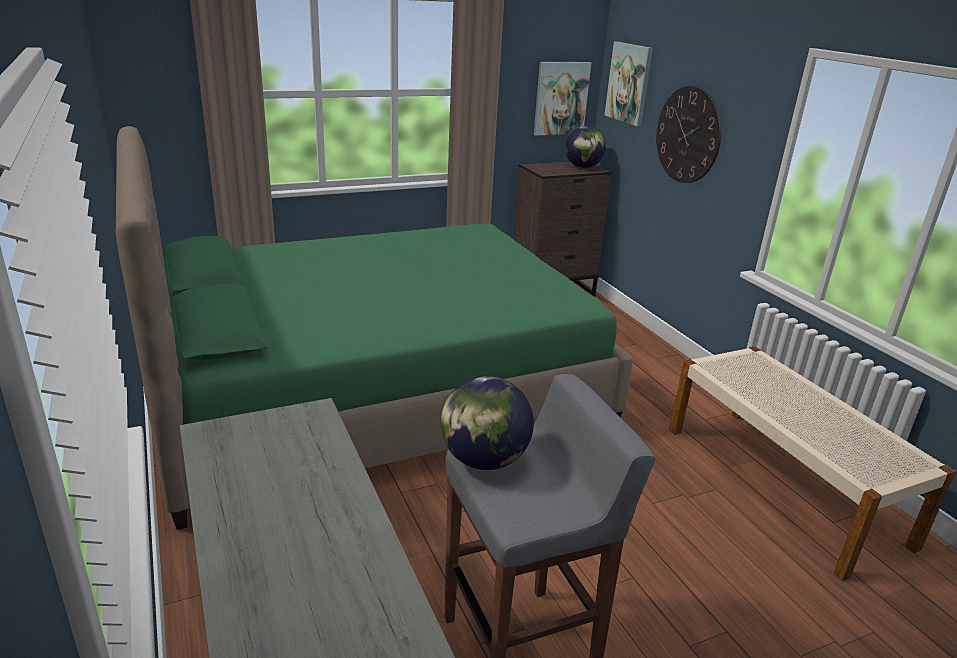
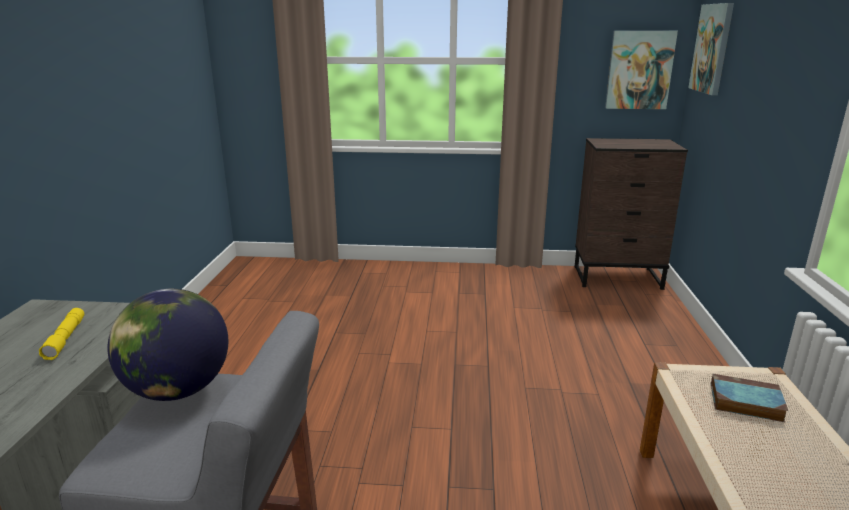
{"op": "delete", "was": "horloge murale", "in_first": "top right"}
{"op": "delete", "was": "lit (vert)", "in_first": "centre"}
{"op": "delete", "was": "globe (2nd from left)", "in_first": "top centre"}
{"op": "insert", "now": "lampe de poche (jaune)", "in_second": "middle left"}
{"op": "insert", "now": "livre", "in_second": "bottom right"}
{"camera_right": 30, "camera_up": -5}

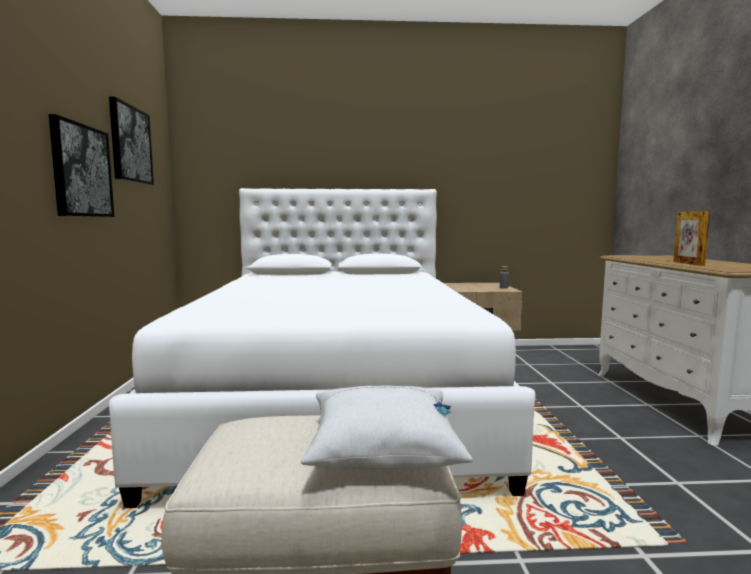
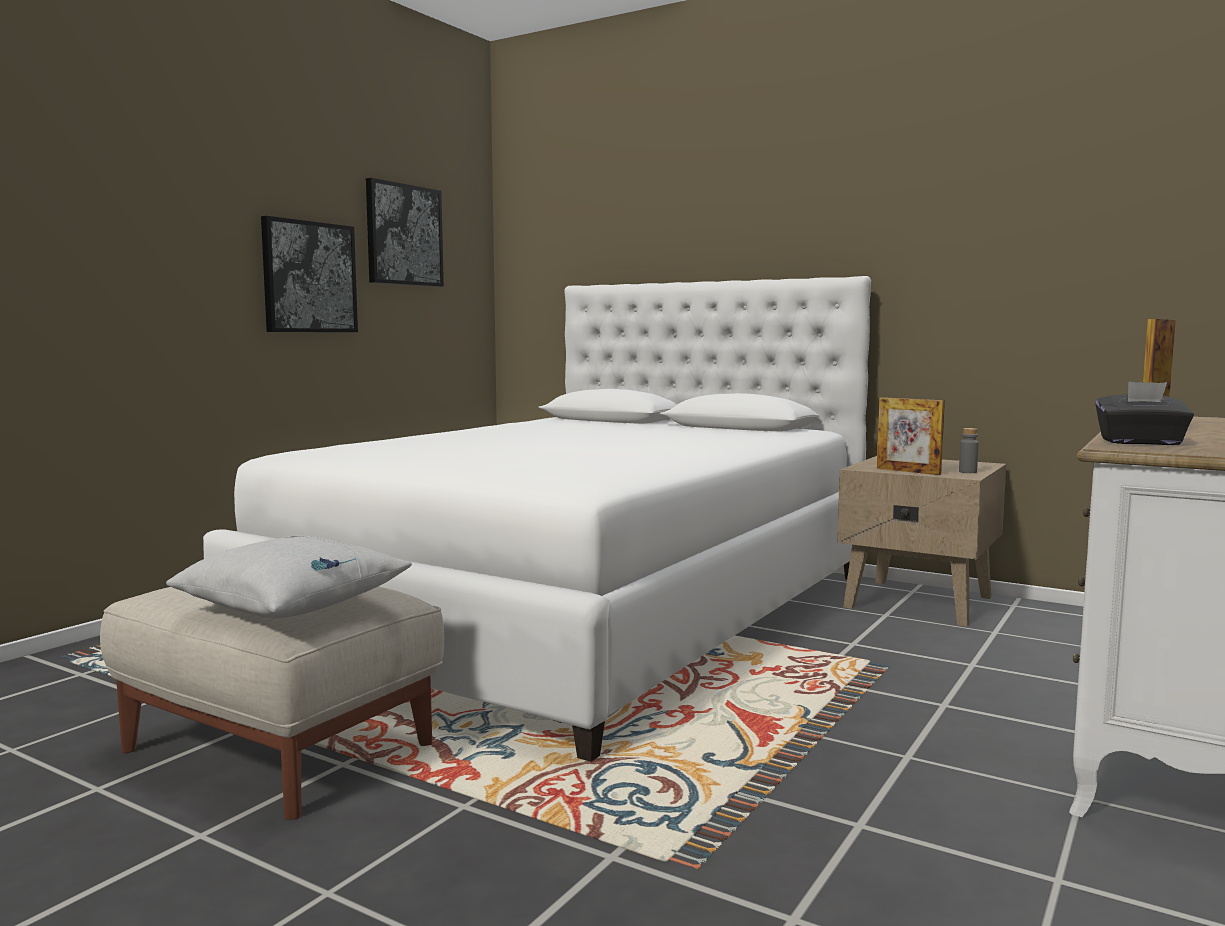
{"op": "insert", "now": "boîte à mouchoirs (noir)", "in_second": "middle right"}
{"op": "insert", "now": "cadre photo (1st from left)", "in_second": "middle right"}
{"camera_right": 35, "camera_up": 0}

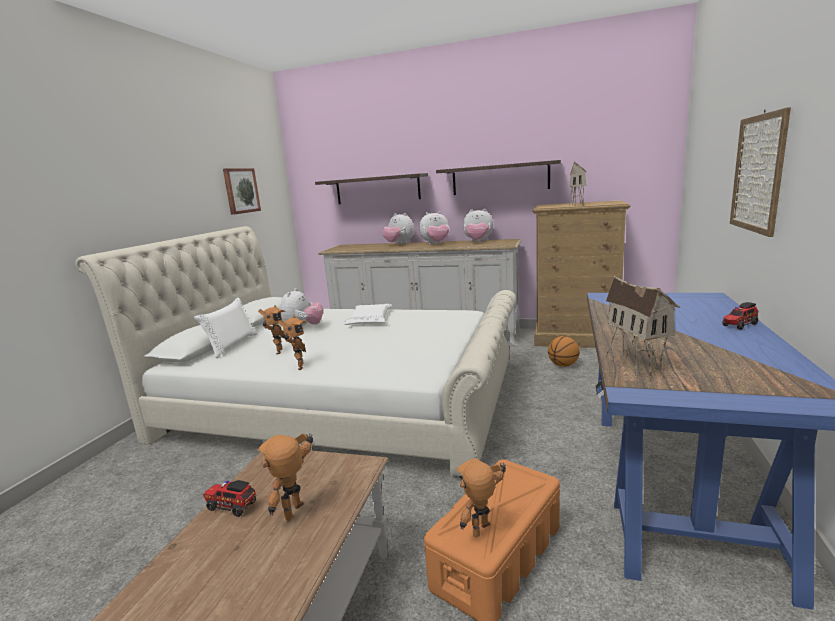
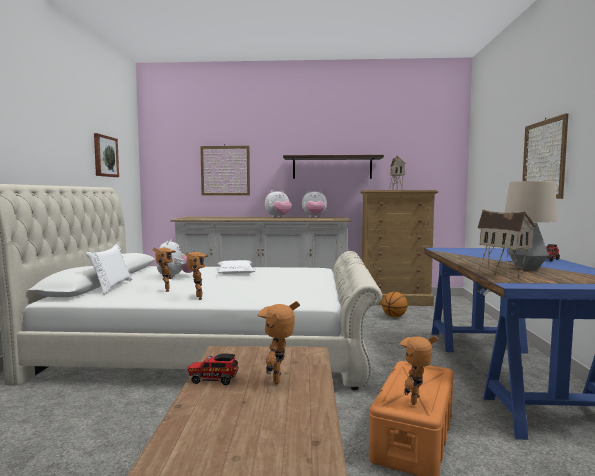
{"op": "replace", "was": "étagère (1st from left)", "now": "tableau (2nd from left)", "in_first": "top centre", "in_second": "centre"}
{"op": "delete", "was": "peluche (2nd from left)", "in_first": "centre"}
{"op": "insert", "now": "lampe de table", "in_second": "middle right"}
{"camera_right": -15, "camera_up": -10}

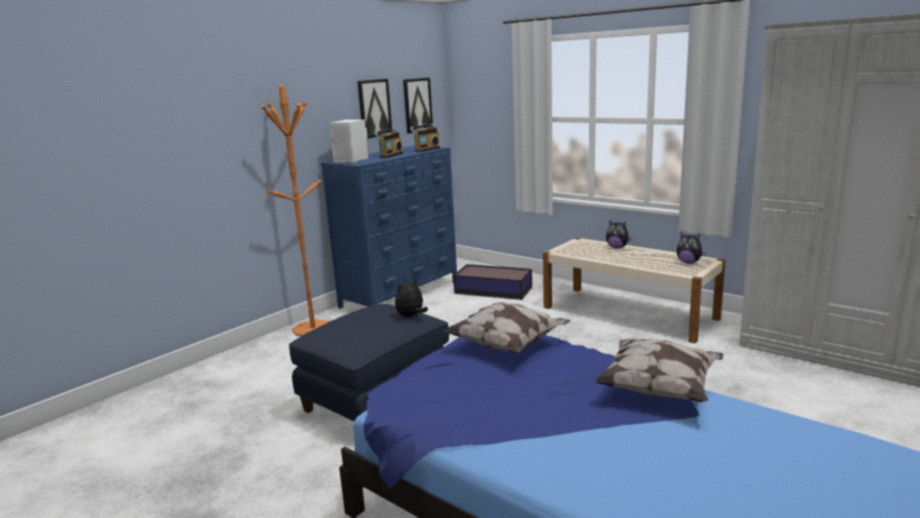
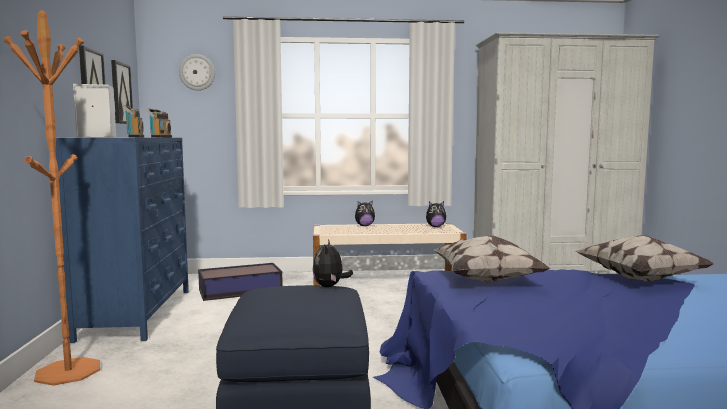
{"op": "insert", "now": "horloge murale", "in_second": "top left"}
{"camera_right": -45, "camera_up": -10}

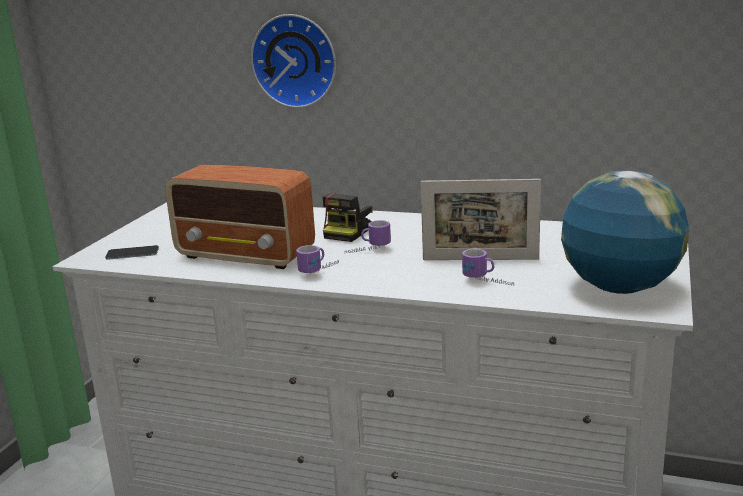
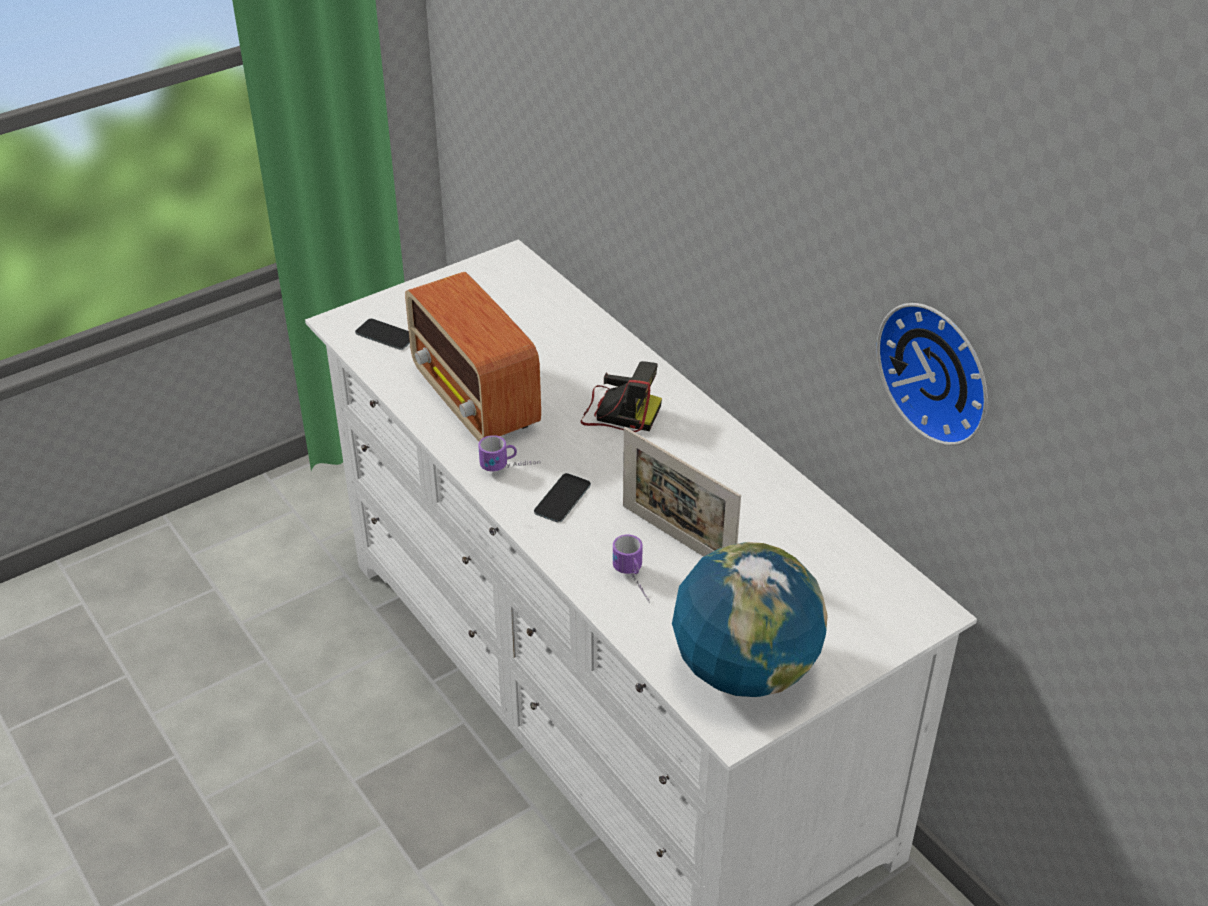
{"op": "move", "was": "horloge murale", "in_first": "top centre", "in_second": "middle right"}
{"op": "rotate", "was": "appareil photo", "in_first": "centre", "in_second": "centre", "clockwise": -135}
{"op": "delete", "was": "mug (2nd from left)", "in_first": "centre"}
{"op": "insert", "now": "téléphone (2nd from left)", "in_second": "centre"}
{"camera_right": 35, "camera_up": 20}

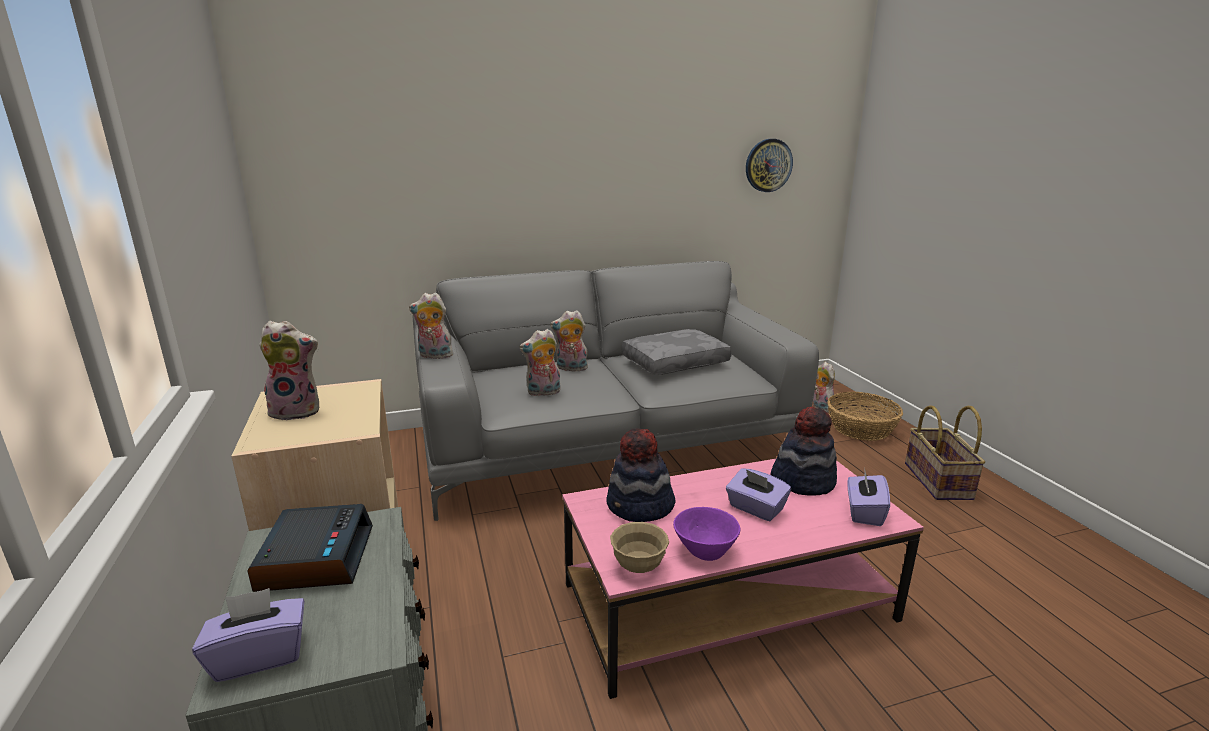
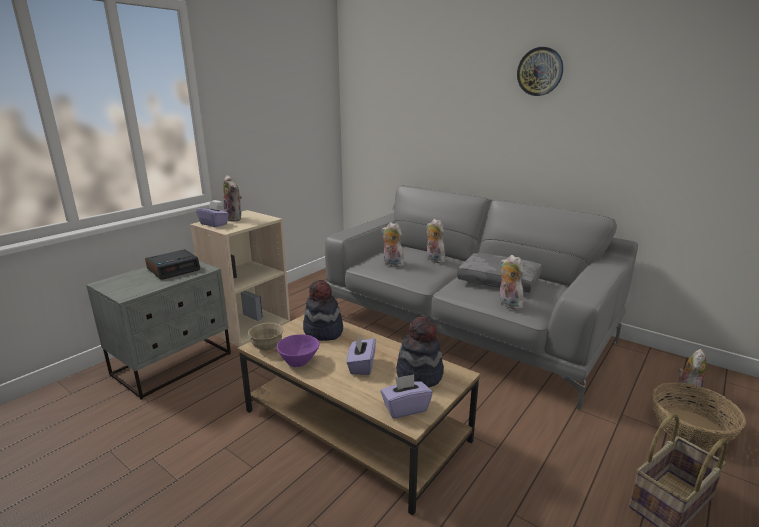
{"op": "move", "was": "horloge murale", "in_first": "top centre", "in_second": "top right"}
{"op": "move", "was": "peluche (2nd from left in the first image)", "now": "peluche (4th from left)", "in_first": "centre", "in_second": "middle right"}
{"op": "recolor", "was": "table basse (rose)", "now": "table basse (marron)", "in_first": "bottom centre", "in_second": "bottom centre"}
{"op": "move", "was": "boîte à mouchoirs (violet) (1st from left)", "in_first": "bottom left", "in_second": "middle left"}
{"camera_right": 55, "camera_up": 0}

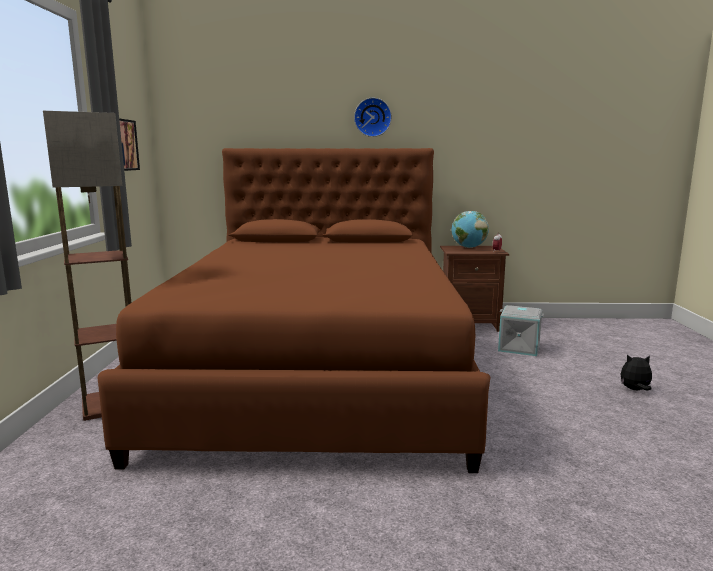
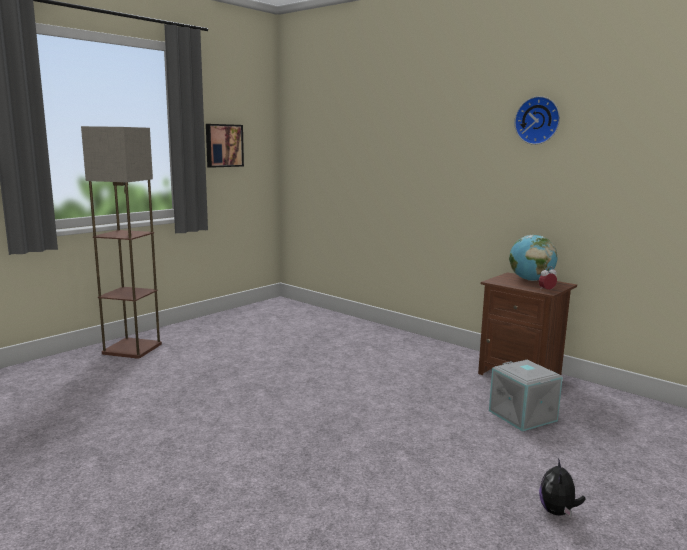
{"op": "move", "was": "horloge murale", "in_first": "top centre", "in_second": "top right"}
{"op": "delete", "was": "lit (marron)", "in_first": "centre"}
{"op": "rotate", "was": "peluche", "in_first": "middle right", "in_second": "bottom right", "clockwise": -120}
{"camera_right": 40, "camera_up": 0}

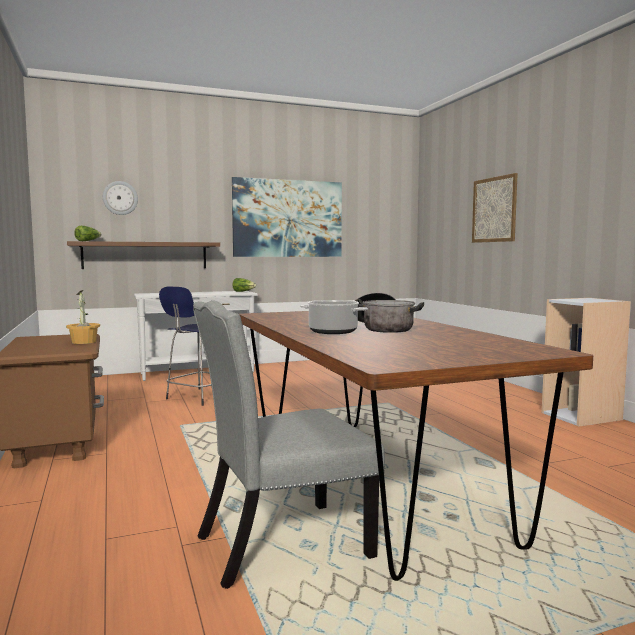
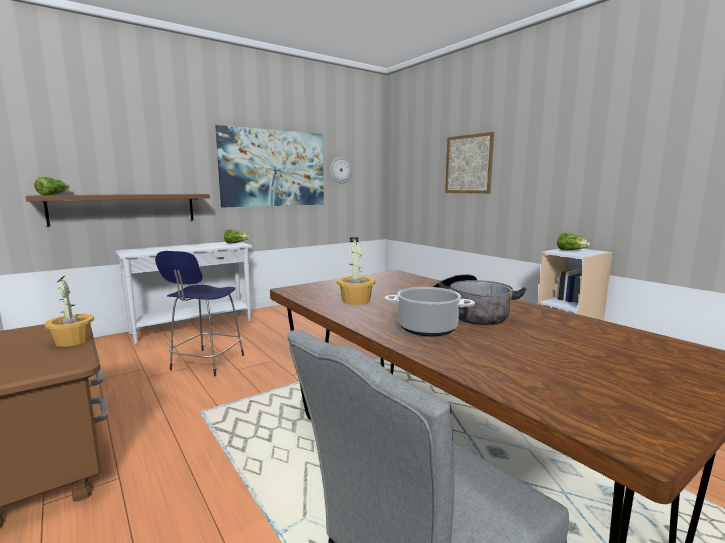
{"op": "move", "was": "horloge murale", "in_first": "top left", "in_second": "top centre"}
{"op": "insert", "now": "laitue (3rd from left)", "in_second": "middle right"}
{"op": "insert", "now": "plante en pot (2nd from left)", "in_second": "centre"}
{"camera_right": -15, "camera_up": 5}

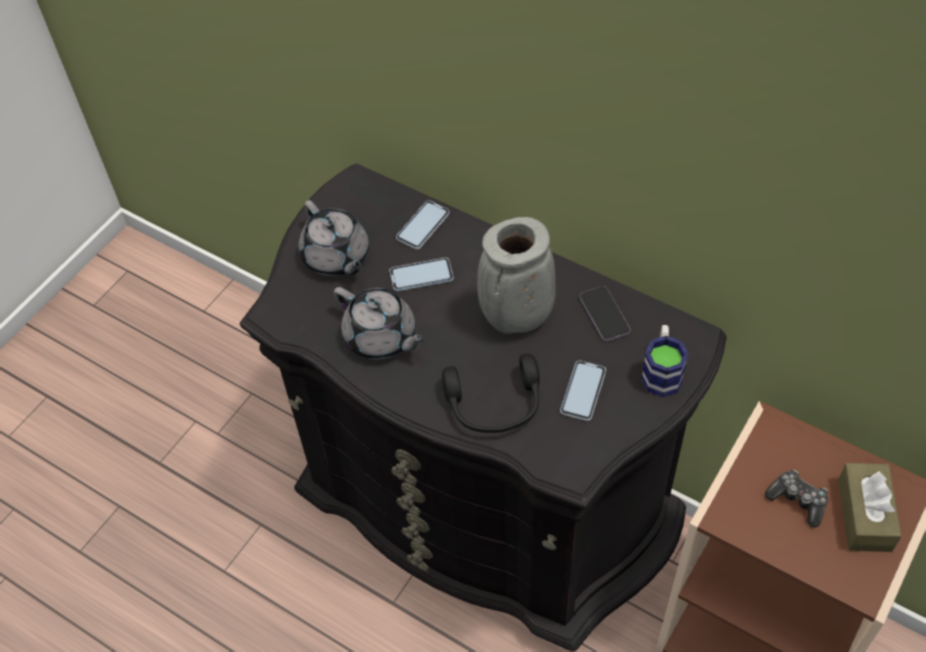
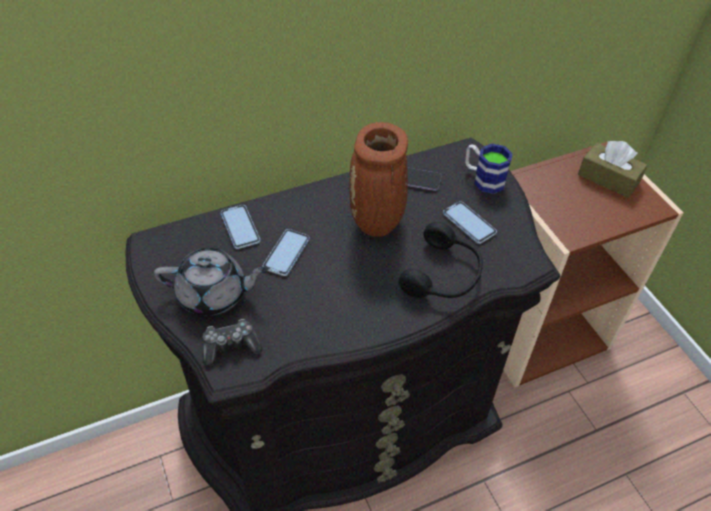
{"op": "recolor", "was": "vase (gris)", "now": "vase (marron)", "in_first": "centre", "in_second": "centre"}
{"op": "delete", "was": "théière (gris) (2nd from left)", "in_first": "centre"}
{"op": "move", "was": "manette", "in_first": "bottom right", "in_second": "bottom left"}
{"camera_right": -60, "camera_up": -5}

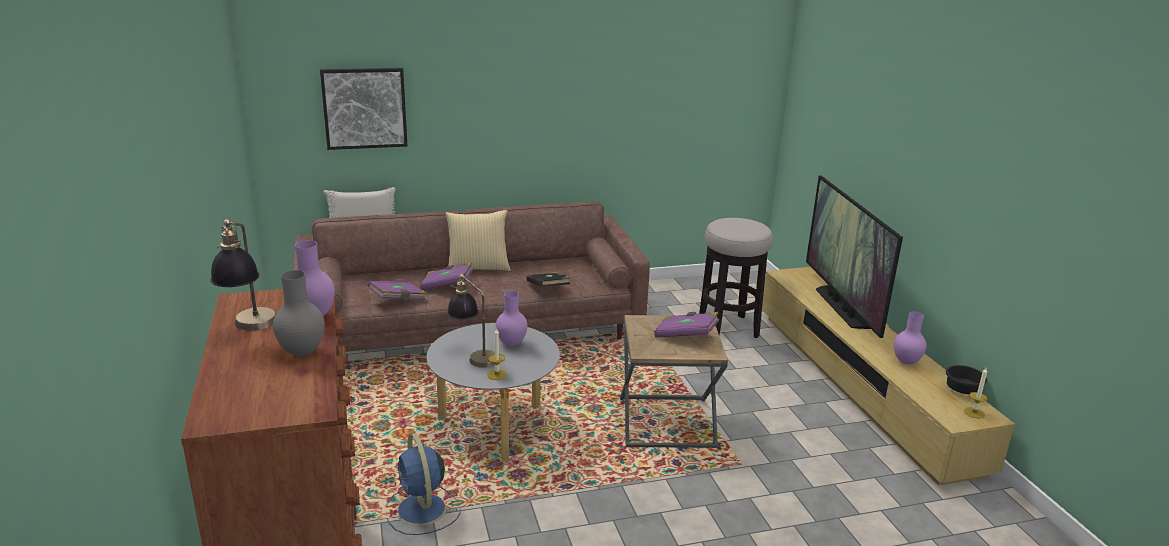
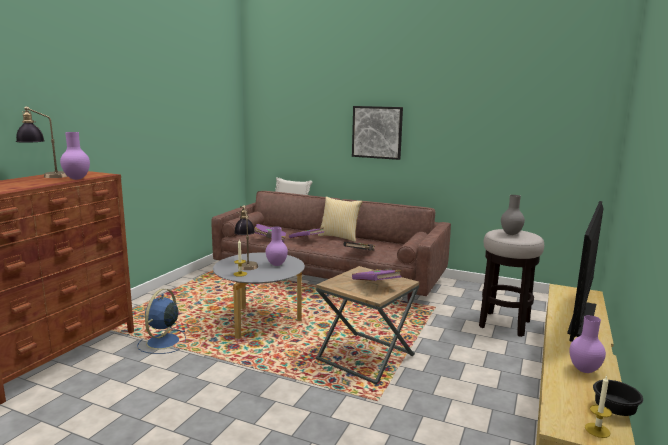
{"op": "move", "was": "tableau", "in_first": "top left", "in_second": "top centre"}
{"op": "move", "was": "vase (gris)", "in_first": "middle left", "in_second": "middle right"}
{"camera_right": 40, "camera_up": -10}

